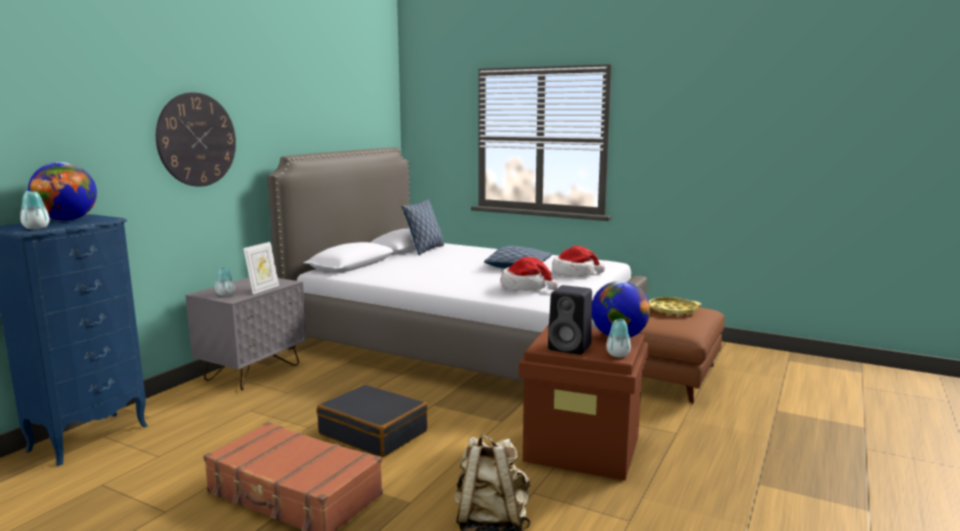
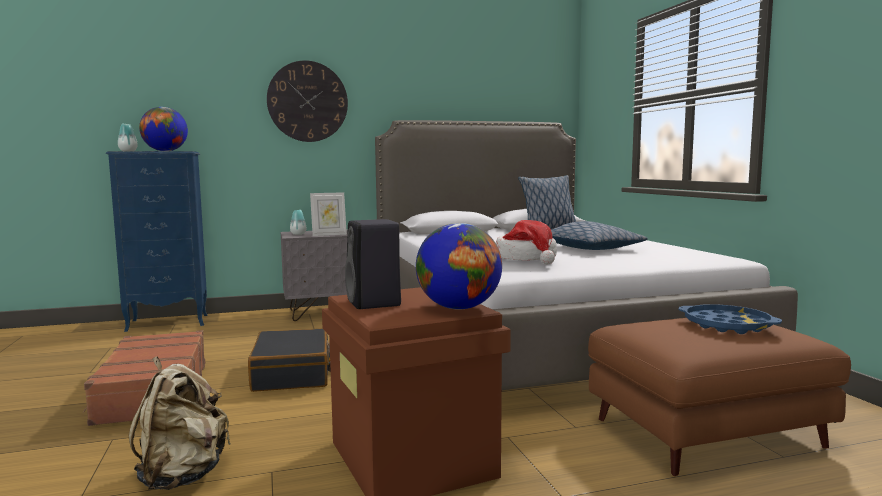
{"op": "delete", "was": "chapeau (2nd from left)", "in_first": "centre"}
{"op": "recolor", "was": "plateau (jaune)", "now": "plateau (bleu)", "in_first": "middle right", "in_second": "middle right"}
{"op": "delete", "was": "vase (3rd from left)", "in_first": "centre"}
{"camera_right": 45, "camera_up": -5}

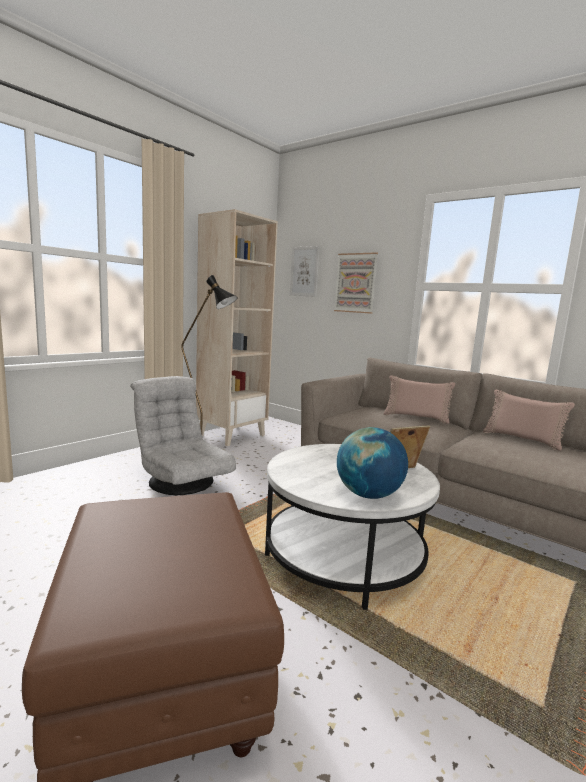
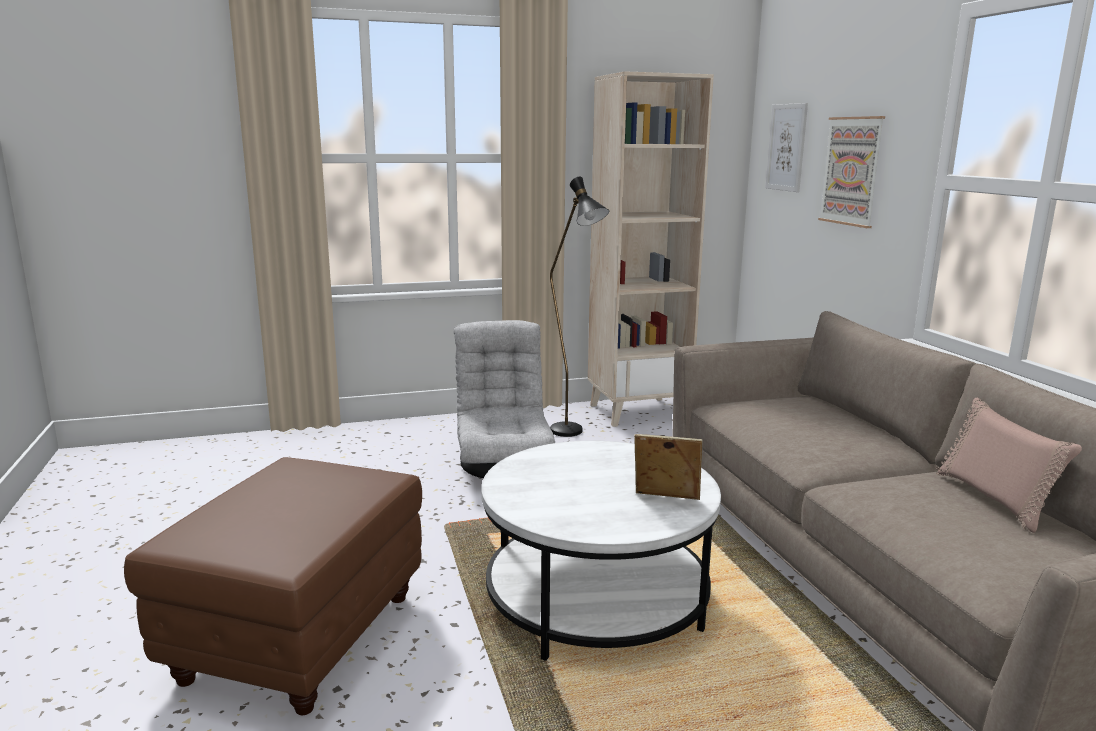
{"op": "delete", "was": "coussin (beige) (1st from left)", "in_first": "middle right"}
{"op": "delete", "was": "globe", "in_first": "centre"}
{"camera_right": 35, "camera_up": 5}

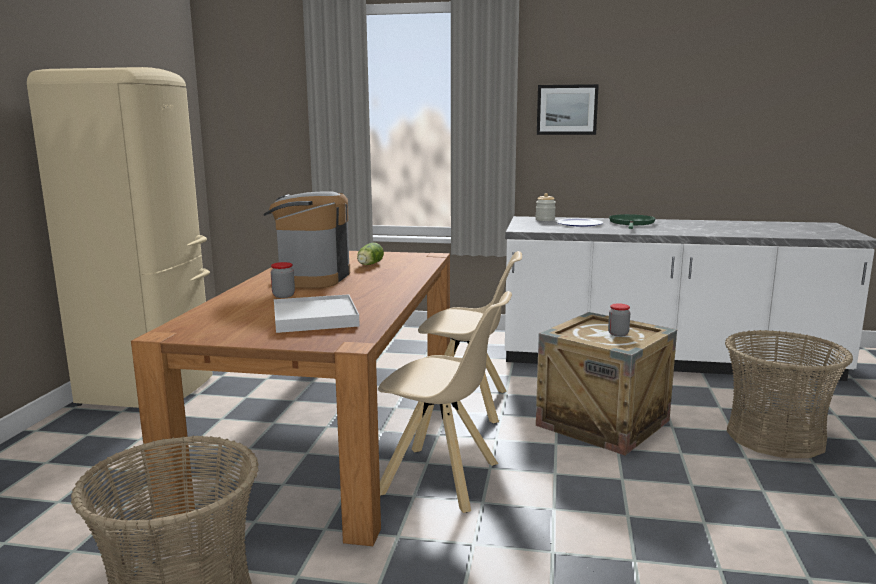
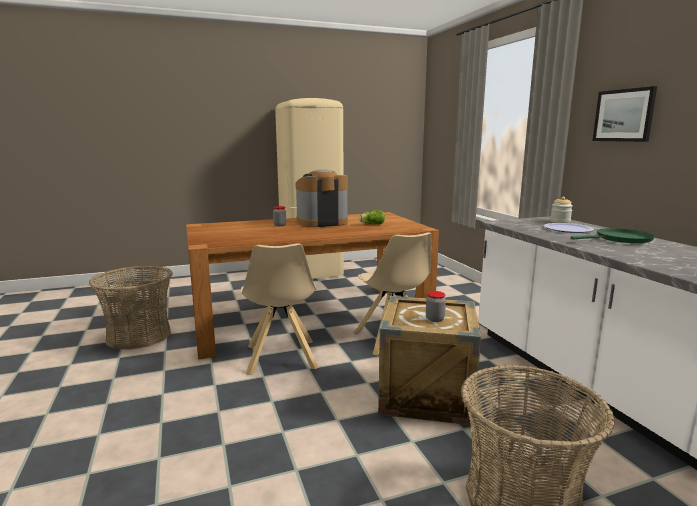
{"op": "delete", "was": "plateau (blanc)", "in_first": "centre"}
{"camera_right": 60, "camera_up": 0}

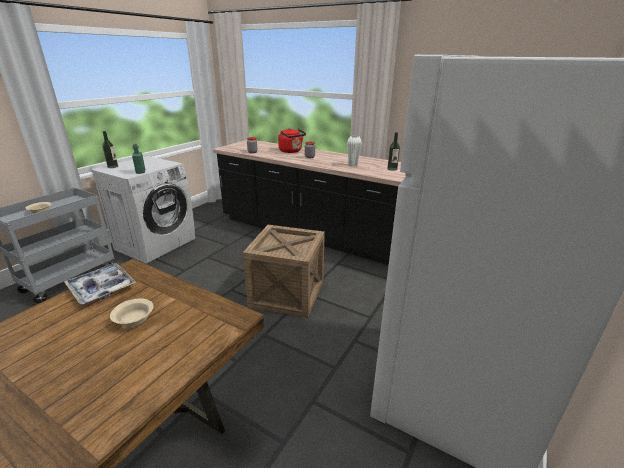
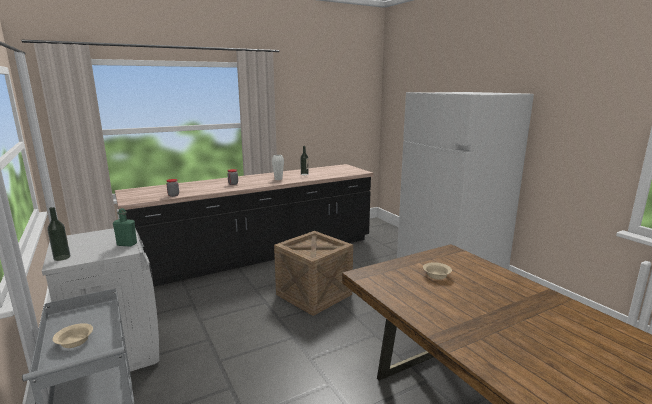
{"op": "delete", "was": "bouilloire (rouge)", "in_first": "top centre"}
{"op": "delete", "was": "plateau", "in_first": "middle left"}
{"camera_right": -60, "camera_up": -10}

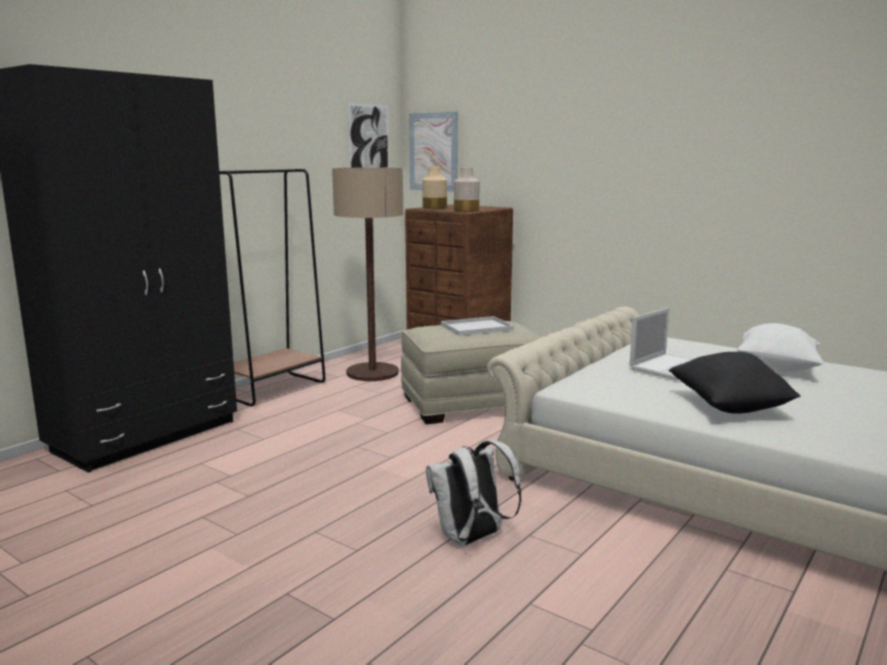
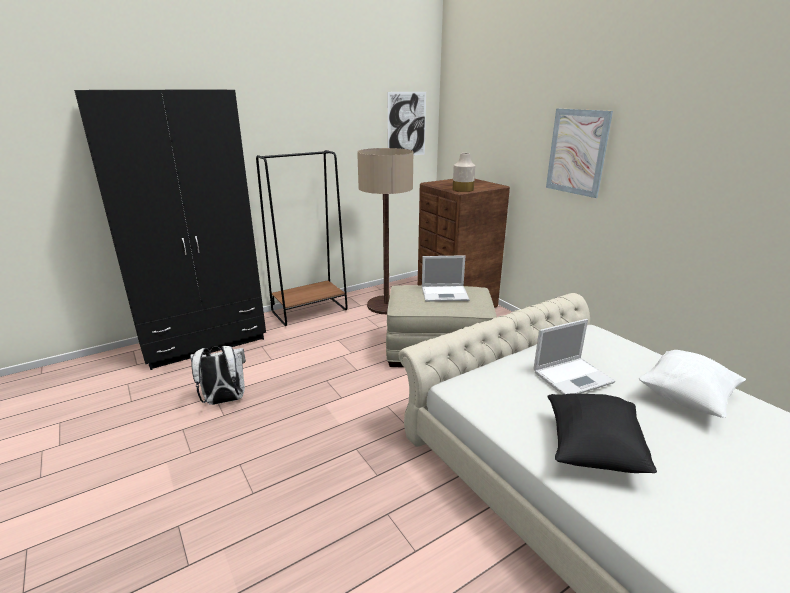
{"op": "move", "was": "tableau (2nd from left)", "in_first": "top centre", "in_second": "top right"}
{"op": "delete", "was": "vase (beige) (1st from left)", "in_first": "top centre"}
{"op": "replace", "was": "plateau (blanc)", "now": "ordinateur portable (1st from left)", "in_first": "centre", "in_second": "centre"}
{"op": "move", "was": "sac à dos (blanc)", "in_first": "bottom centre", "in_second": "middle left"}
{"camera_right": 20, "camera_up": 10}

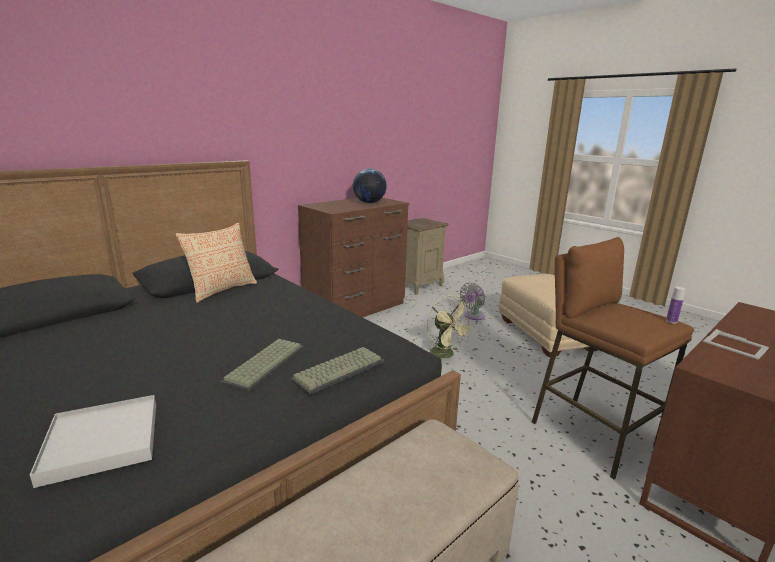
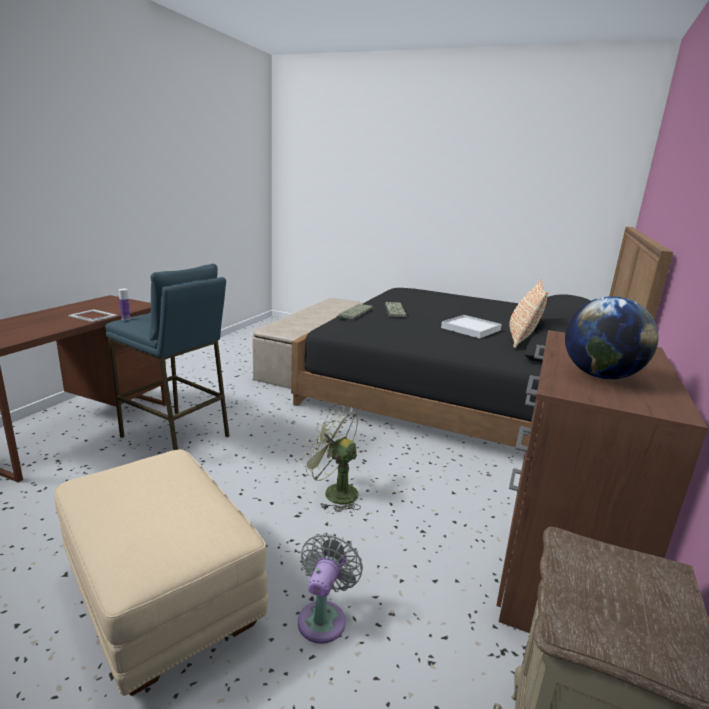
{"op": "recolor", "was": "tabouret (marron)", "now": "tabouret (bleu)", "in_first": "middle right", "in_second": "middle left"}
{"op": "move", "was": "plateau (blanc)", "in_first": "bottom left", "in_second": "centre"}
{"camera_right": 155, "camera_up": 0}

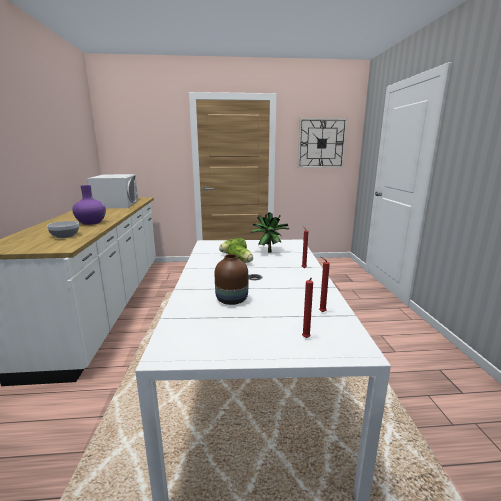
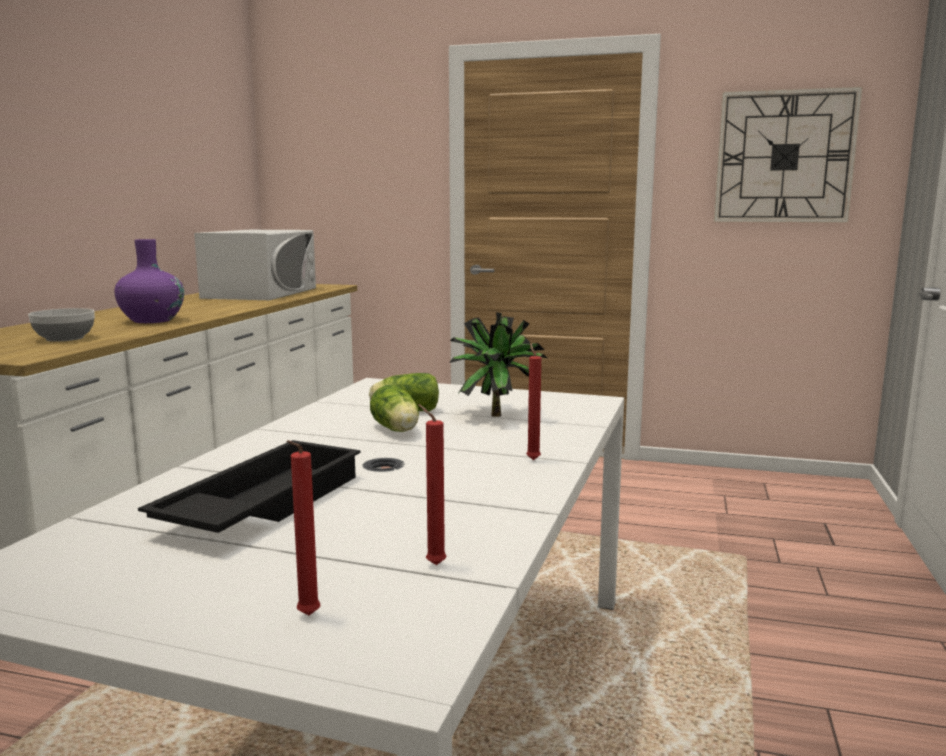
{"op": "replace", "was": "vase (marron)", "now": "plateau (noir)", "in_first": "centre", "in_second": "middle left"}
{"camera_right": 20, "camera_up": -5}

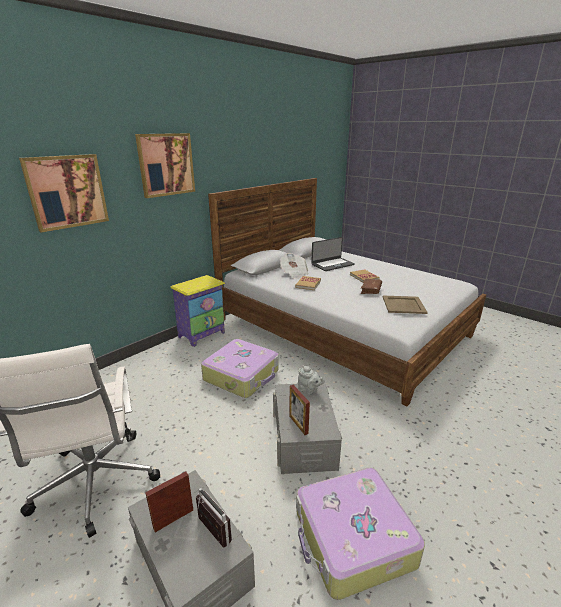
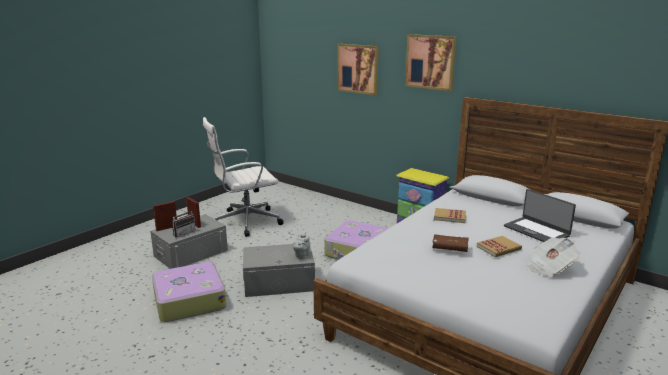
{"op": "move", "was": "journal", "in_first": "centre", "in_second": "bottom right"}
{"op": "delete", "was": "plateau (beige)", "in_first": "middle right"}
{"op": "move", "was": "cadre photo (2nd from left in the first image)", "now": "cadre photo (1st from left)", "in_first": "bottom centre", "in_second": "middle left"}
{"camera_right": 85, "camera_up": -5}

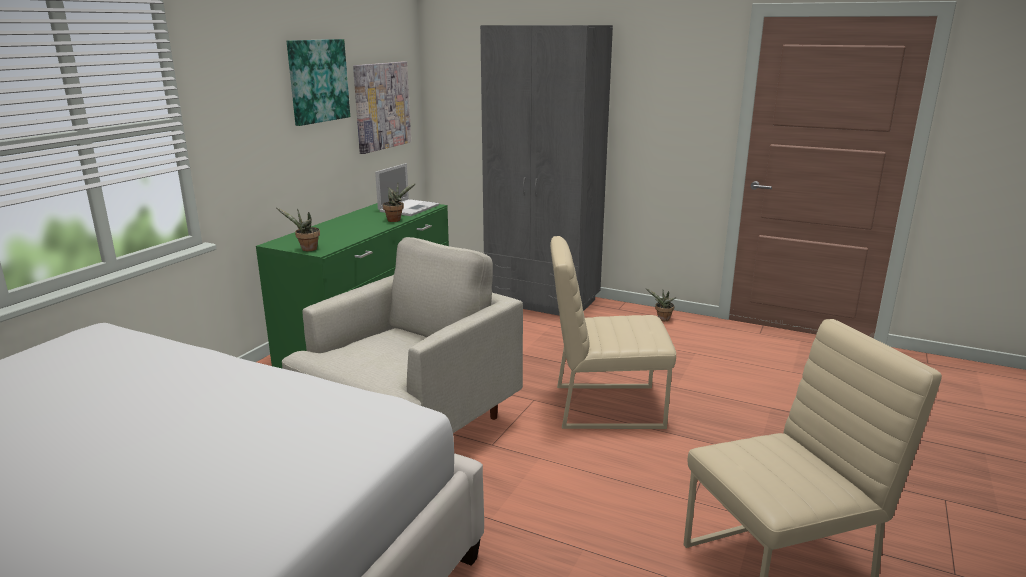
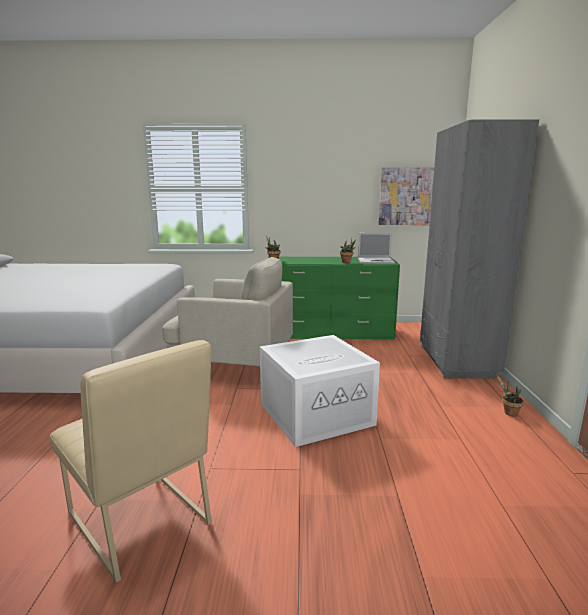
{"op": "delete", "was": "tableau (1st from left)", "in_first": "top left"}
{"op": "replace", "was": "chaise (beige) (1st from left)", "now": "boîte de rangement (blanc)", "in_first": "centre", "in_second": "centre"}
{"camera_right": 65, "camera_up": -5}

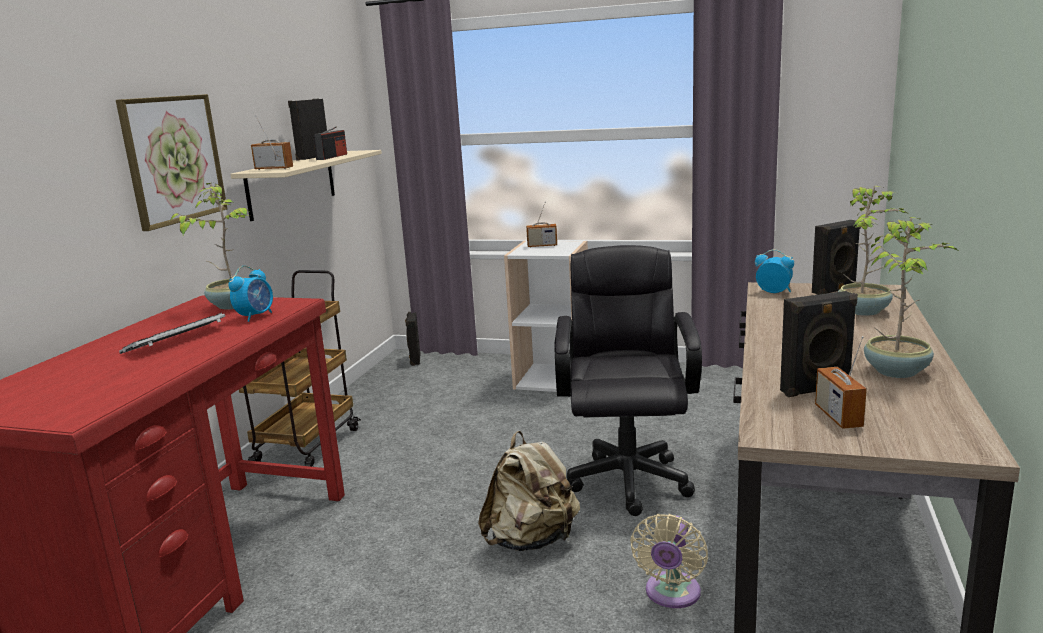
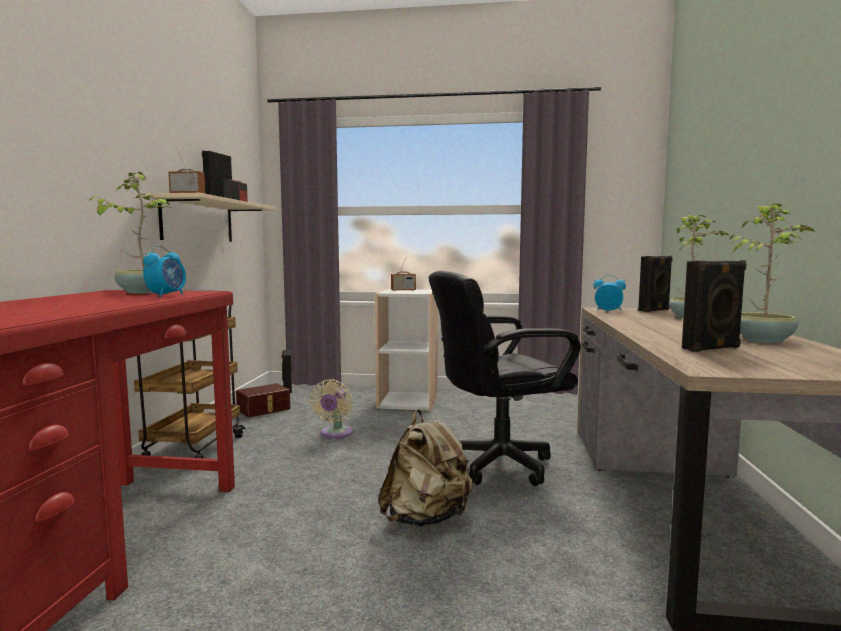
{"op": "delete", "was": "tableau", "in_first": "top left"}
{"op": "rotate", "was": "chaise de bureau (noir)", "in_first": "centre", "in_second": "centre", "clockwise": -105}
{"op": "delete", "was": "clavier", "in_first": "middle left"}
{"op": "delete", "was": "radio (4th from left)", "in_first": "middle right"}
{"op": "move", "was": "ventilateur (beige)", "in_first": "bottom centre", "in_second": "centre"}
{"op": "insert", "now": "boîte de rangement (marron)", "in_second": "middle left"}
{"camera_right": -10, "camera_up": -10}

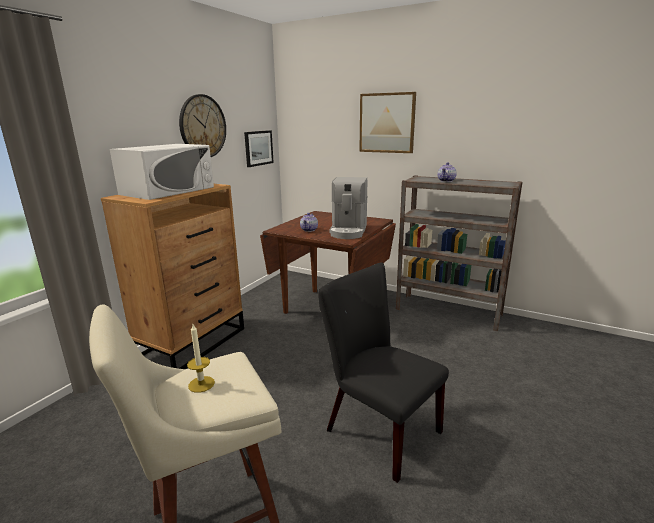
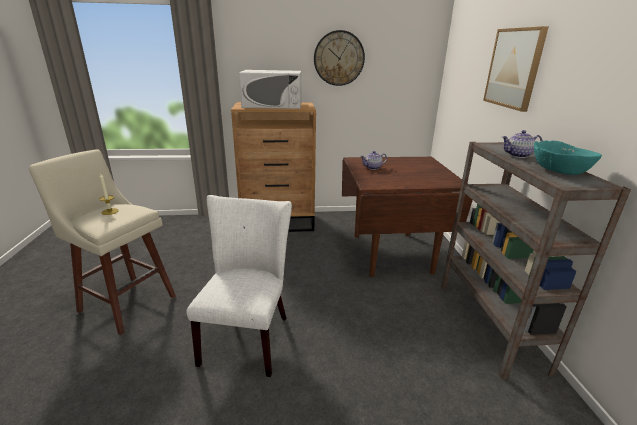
{"op": "delete", "was": "tableau (1st from left)", "in_first": "top centre"}
{"op": "delete", "was": "machine à café", "in_first": "centre"}
{"op": "recolor", "was": "chaise (noir)", "now": "chaise (blanc)", "in_first": "bottom centre", "in_second": "bottom centre"}
{"op": "insert", "now": "bol (turquoise)", "in_second": "middle right"}
{"camera_right": 55, "camera_up": 5}

